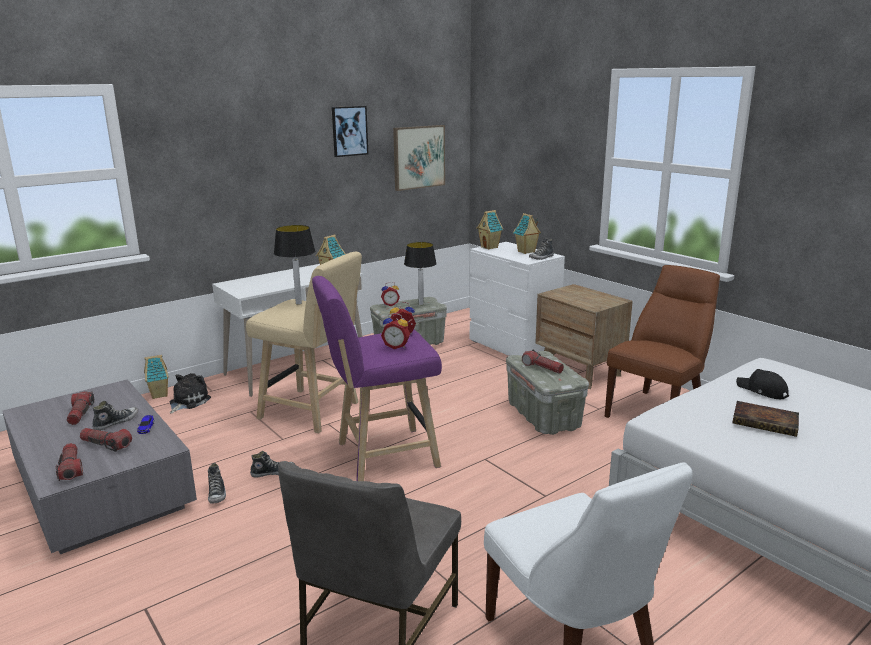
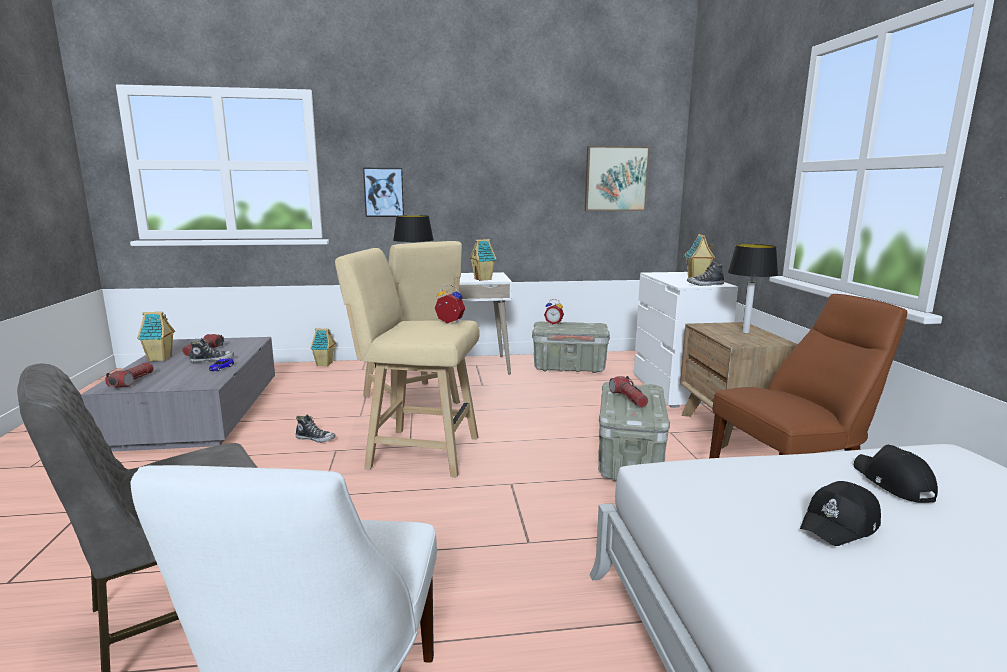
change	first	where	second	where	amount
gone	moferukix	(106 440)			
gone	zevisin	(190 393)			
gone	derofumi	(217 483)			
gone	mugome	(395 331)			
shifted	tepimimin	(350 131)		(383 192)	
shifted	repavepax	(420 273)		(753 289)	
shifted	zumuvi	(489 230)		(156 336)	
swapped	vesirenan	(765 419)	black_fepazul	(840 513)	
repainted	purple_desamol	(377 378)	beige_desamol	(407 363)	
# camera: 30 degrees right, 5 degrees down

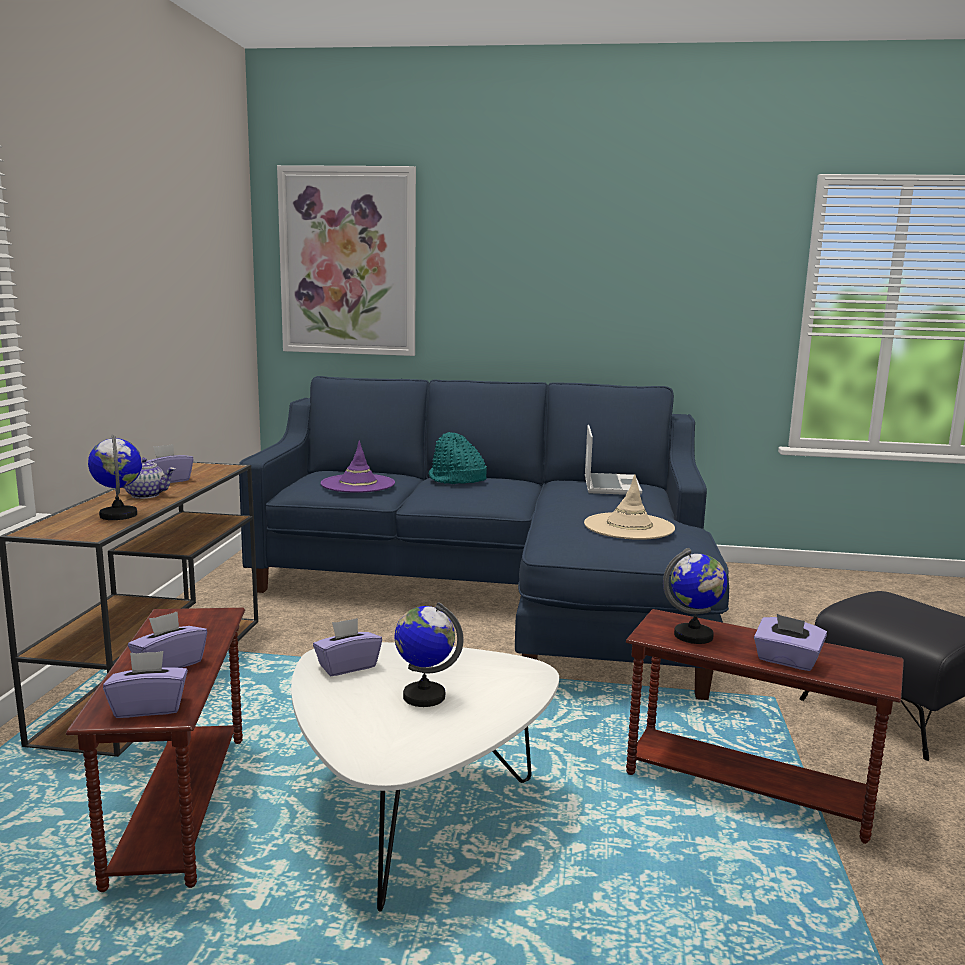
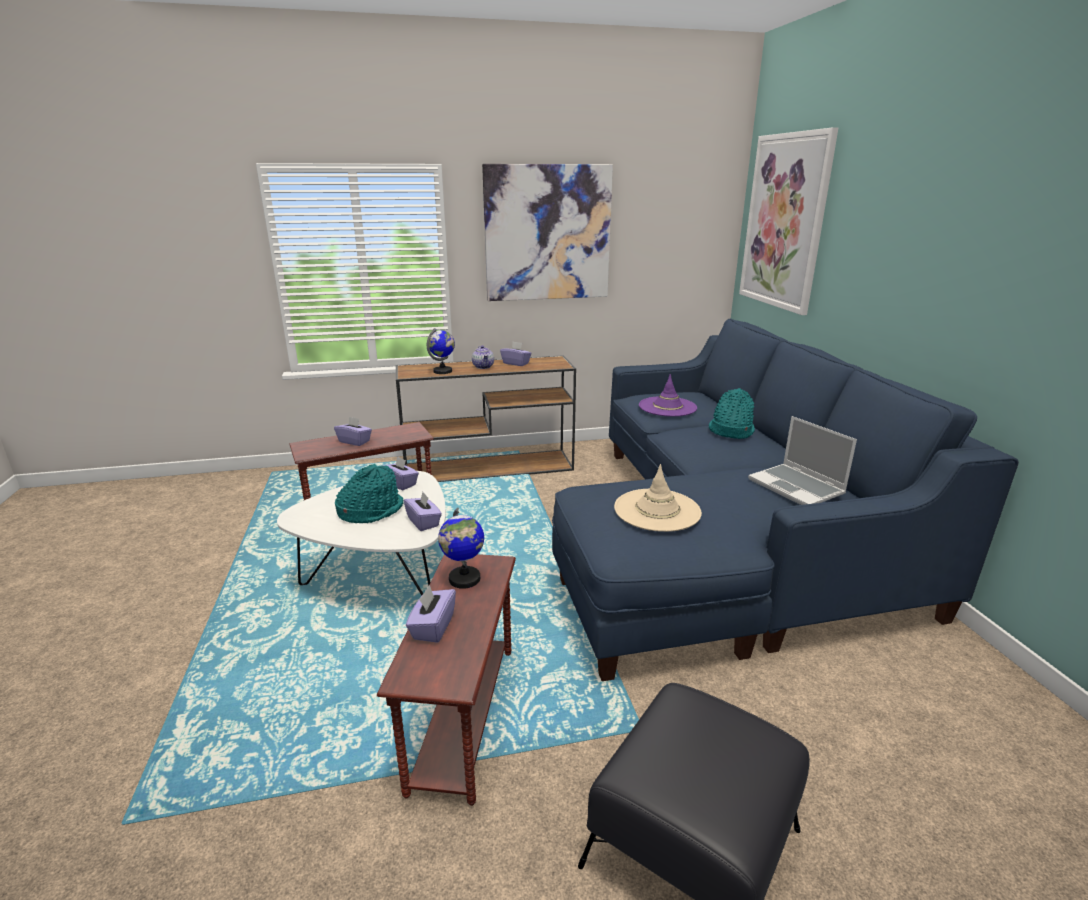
change	first	where	second	where	amount
new			tepimimin	(547 232)	
shifted	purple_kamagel	(145 684)		(423 511)	
swapped	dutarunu	(429 654)	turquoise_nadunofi	(369 493)	
rotated	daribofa	(613 460)		(802 460)	75 degrees clockwise
# camera: 70 degrees right, 10 degrees up

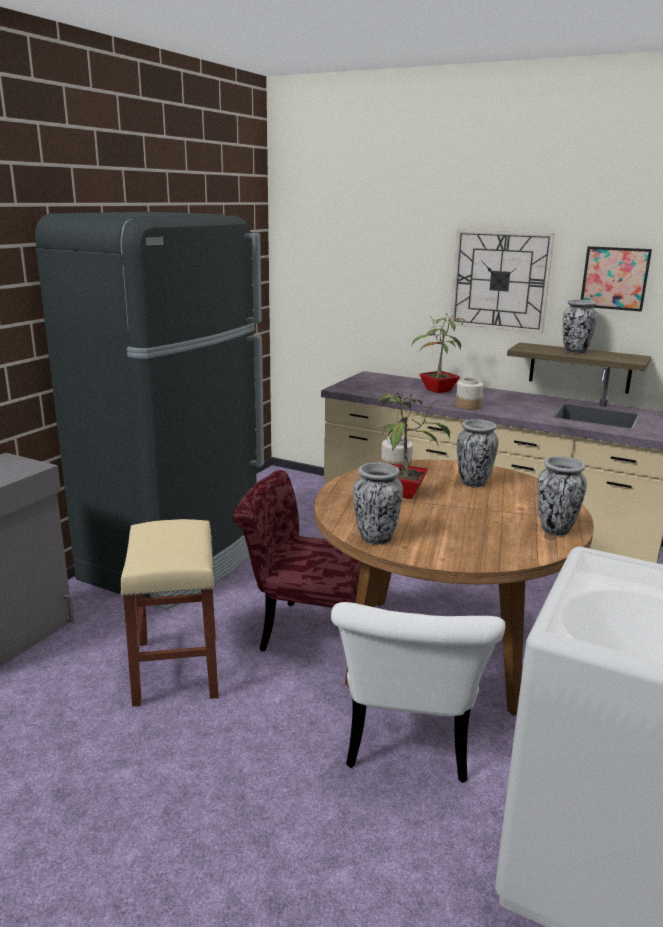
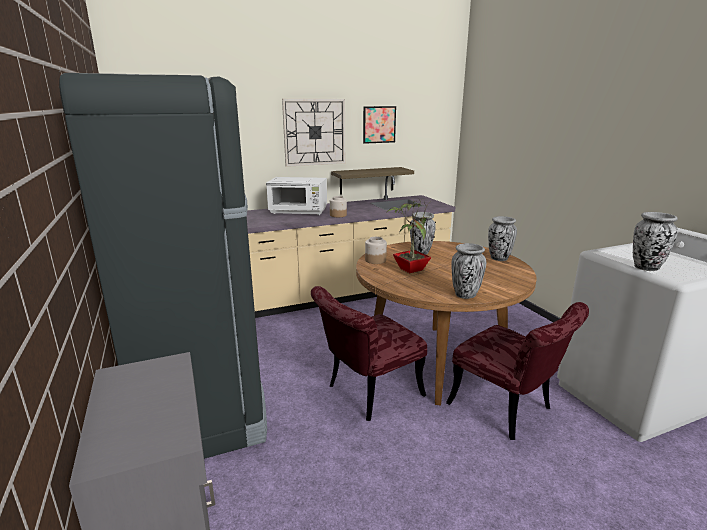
change	first	where	second	where	amount
gone	beige_desamol	(169 612)			
shifted	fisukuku	(580 327)		(655 241)	
swapped	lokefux	(438 352)	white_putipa	(296 196)	
repainted	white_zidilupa	(418 692)	red_zidilupa	(517 371)	
# camera: 50 degrees left, 0 degrees up

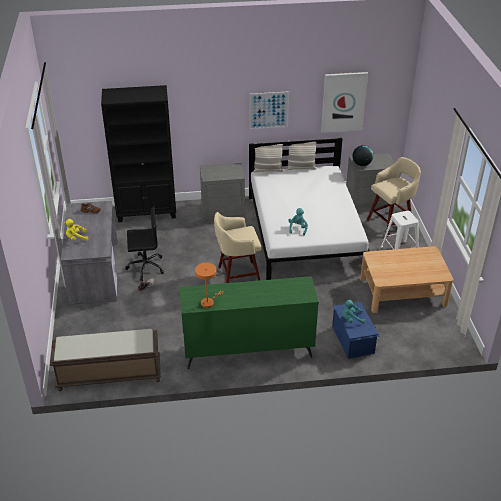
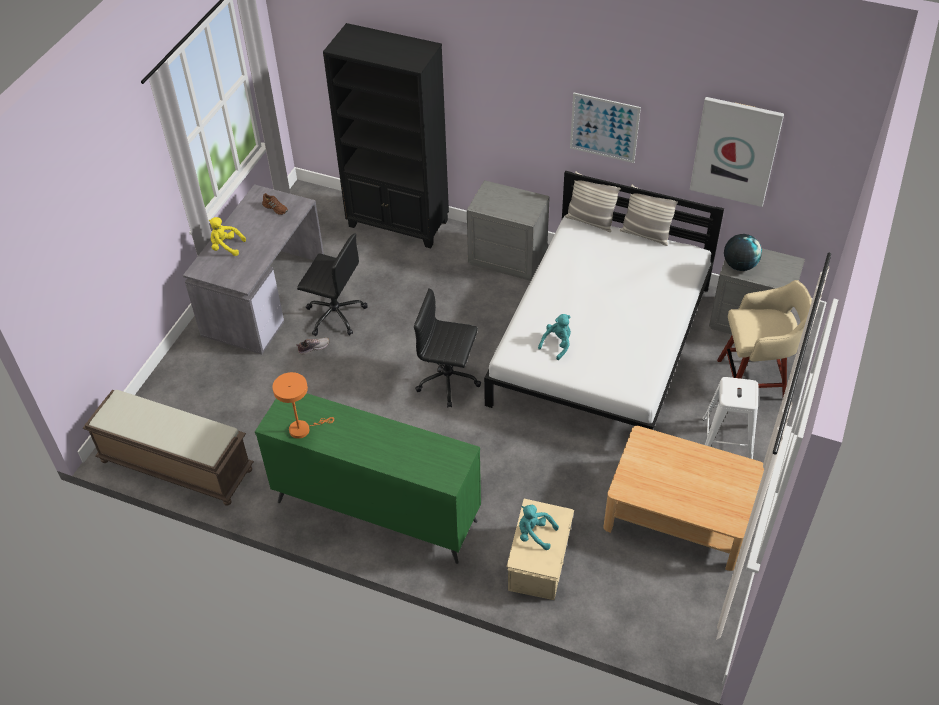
change	first	where	second	where	amount
swapped	beige_desamol	(237 247)	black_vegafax	(447 347)	
repainted	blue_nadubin	(356 330)	beige_nadubin	(540 549)	
# camera: 30 degrees right, 10 degrees up

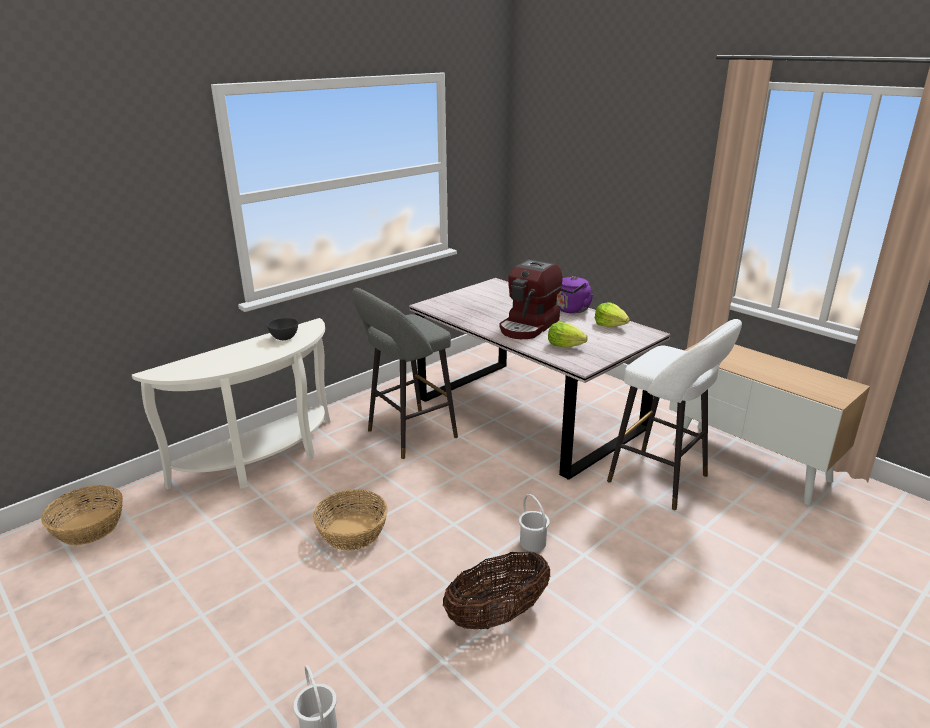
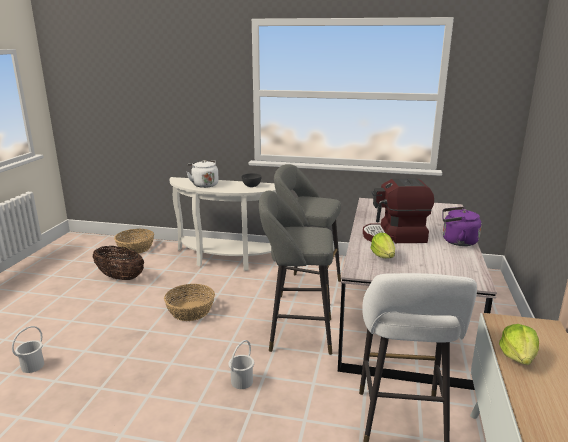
change	first	where	second	where	amount
new			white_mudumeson	(203 174)	
new			grey_desamol	(296 273)	
shifted	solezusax	(496 590)		(118 263)	
shifted	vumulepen	(612 314)		(519 344)	
# camera: 55 degrees right, 5 degrees down

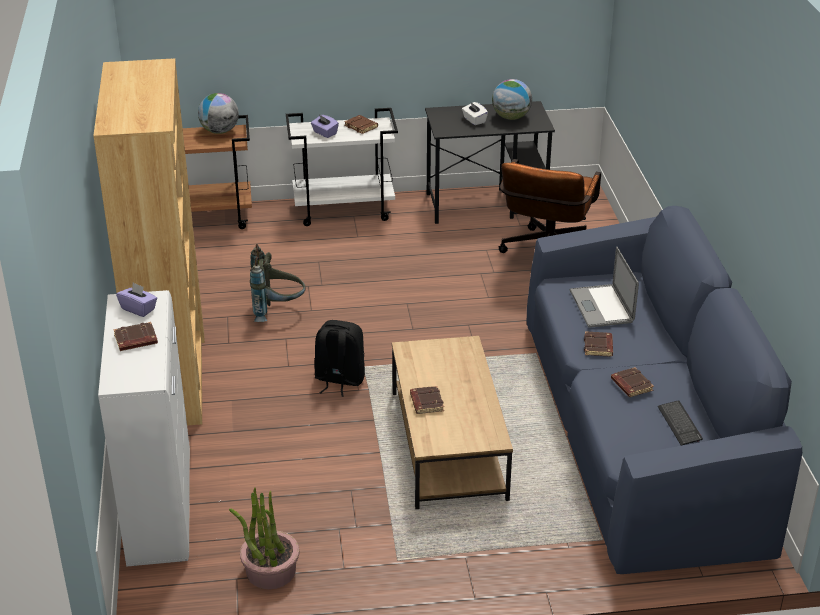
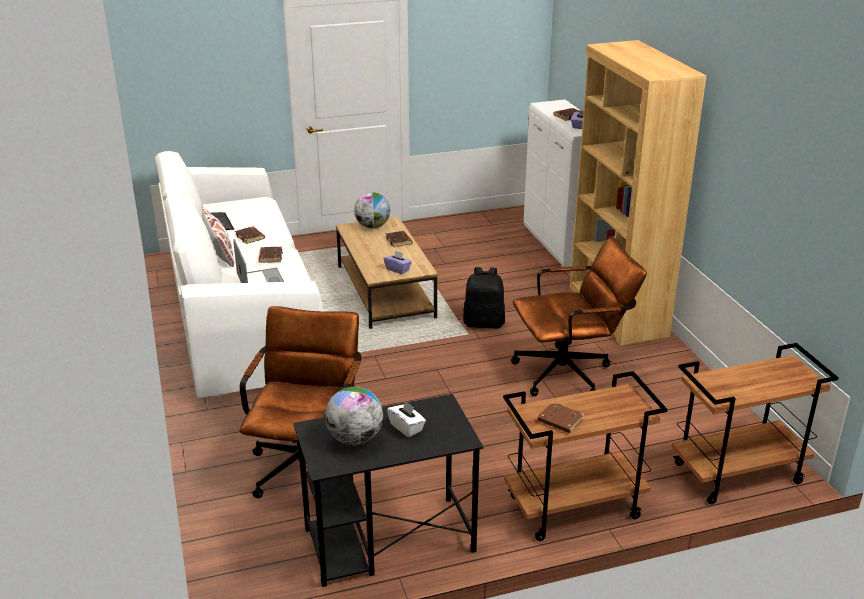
change	first	where	second	where	amount
gone	lokefux	(264 538)			
new			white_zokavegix	(218 237)	
shifted	dutarunu	(218 113)		(372 210)	
shifted	purple_kamagel	(325 126)		(398 262)	
swapped	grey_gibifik	(278 283)	brown_vegafax	(579 316)	
repainted	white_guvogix	(342 167)	brown_guvogix	(585 456)	
repainted	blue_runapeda	(664 390)	white_runapeda	(239 274)	
# camera: 170 degrees right, 5 degrees down

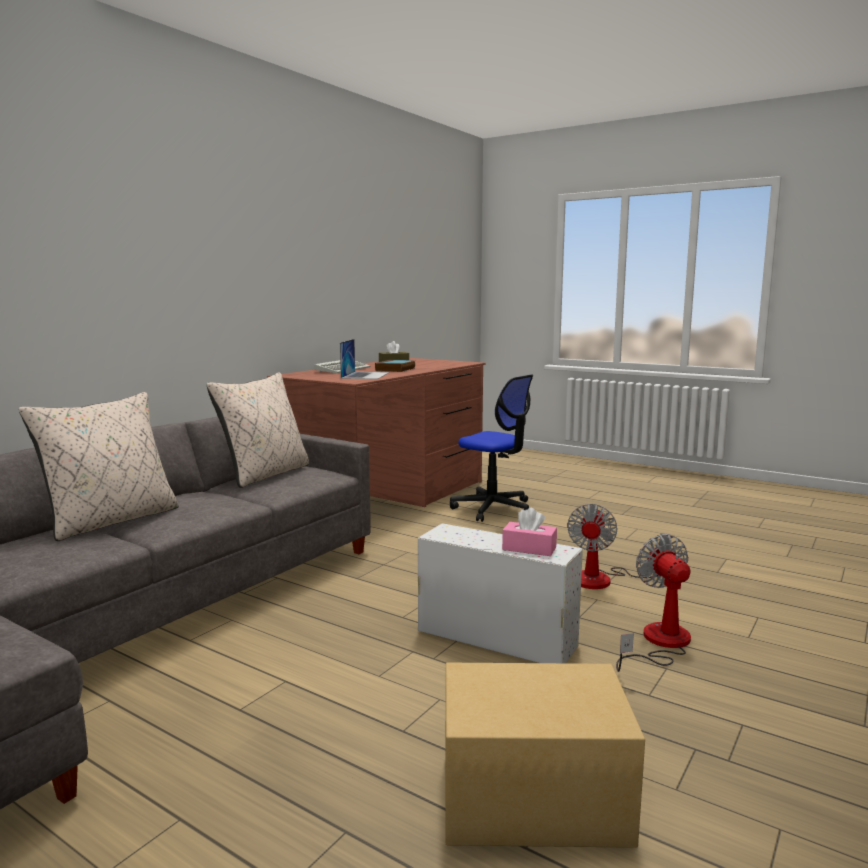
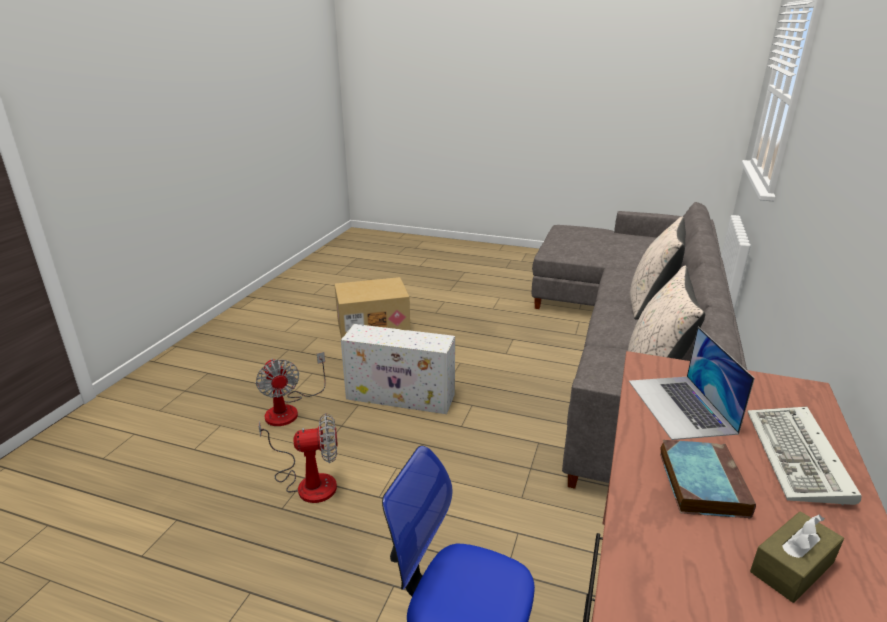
change	first	where	second	where	amount
gone	pink_kamagel	(529 532)			
rotated	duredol	(618 546)		(298 458)	75 degrees clockwise
# camera: 165 degrees right, 15 degrees up

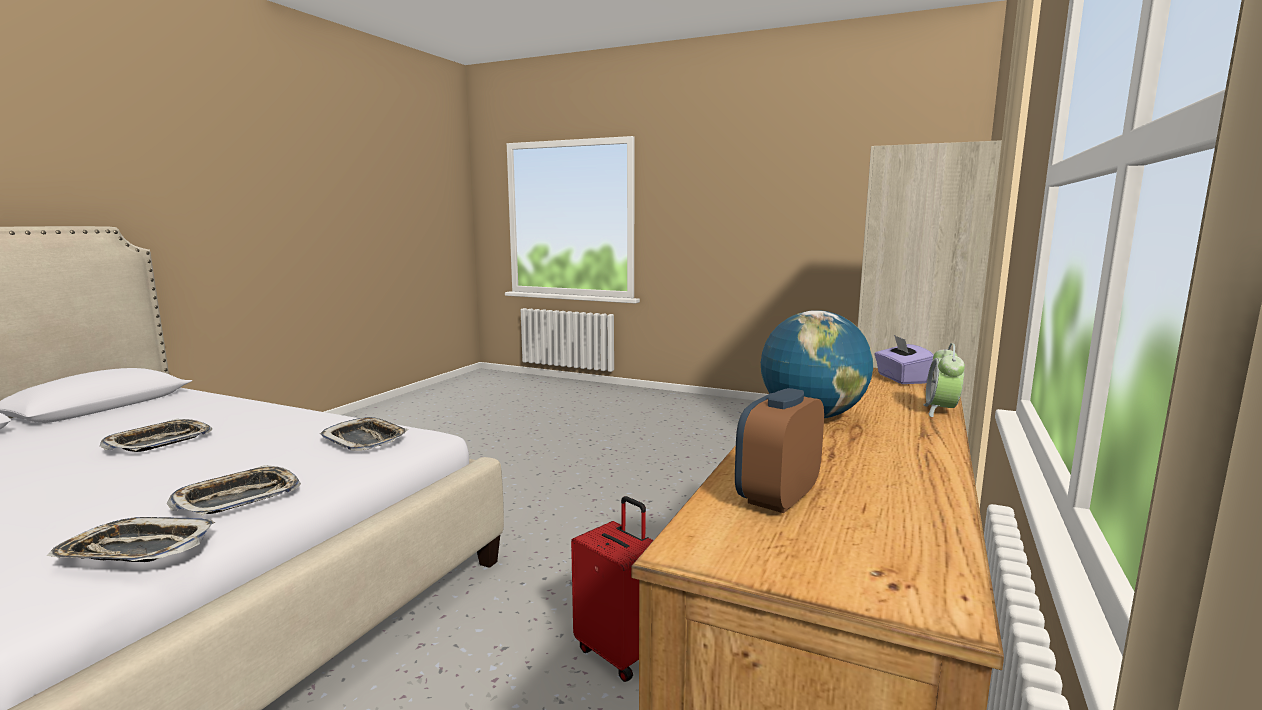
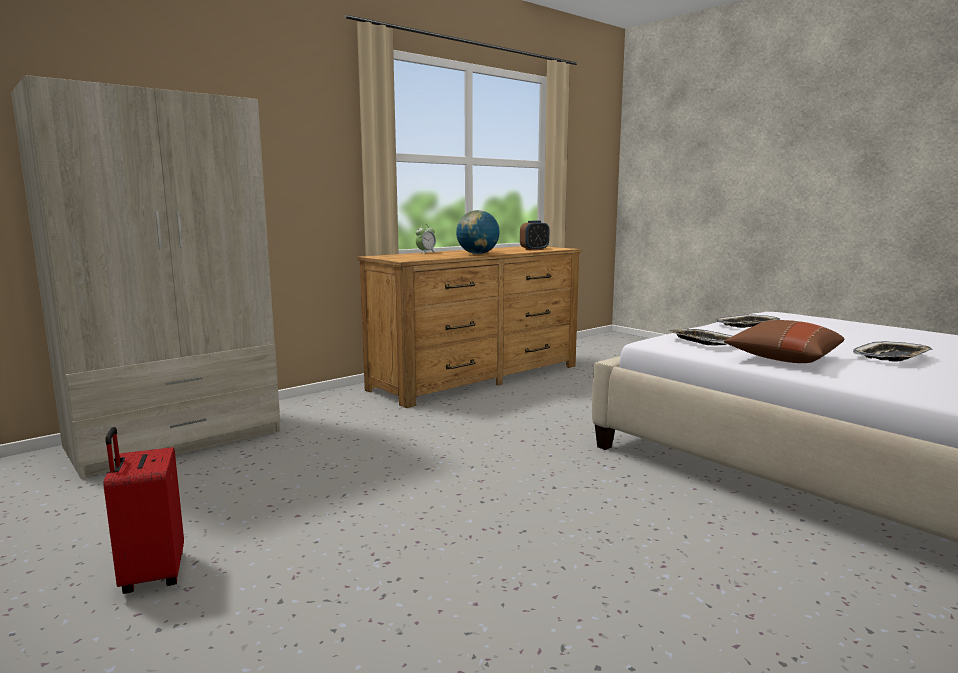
change	first	where	second	where	amount
gone	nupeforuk	(131 539)			
gone	purple_kamagel	(904 359)			
new			brown_zokavegix	(784 341)	
shifted	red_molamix	(612 589)		(143 510)	
# camera: 155 degrees left, 0 degrees up

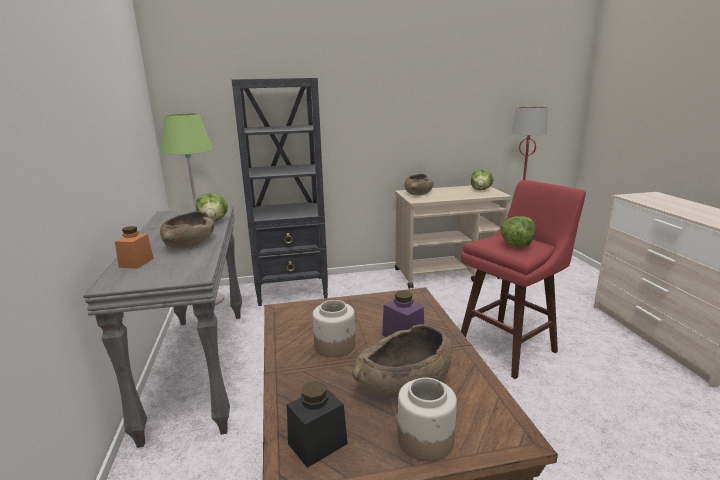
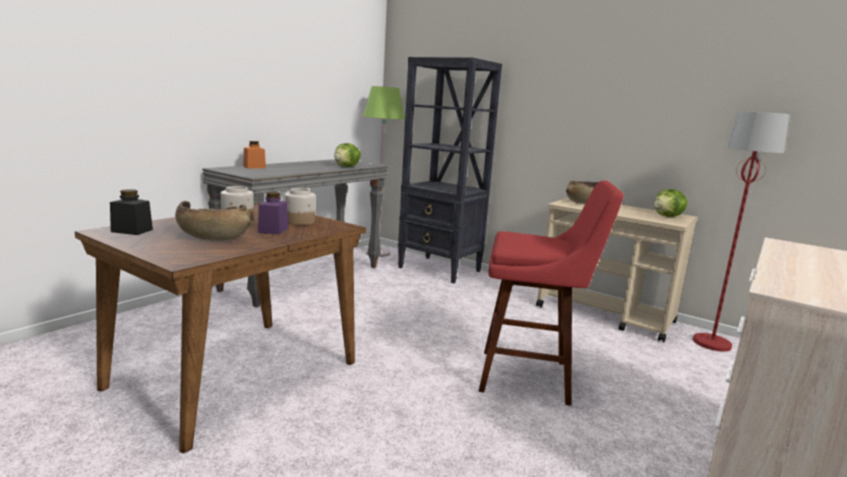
change	first	where	second	where	amount
gone	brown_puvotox	(187 230)			
gone	vumulepen	(518 231)			
shifted	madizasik	(427 419)		(300 206)	
# camera: 45 degrees right, 5 degrees down

